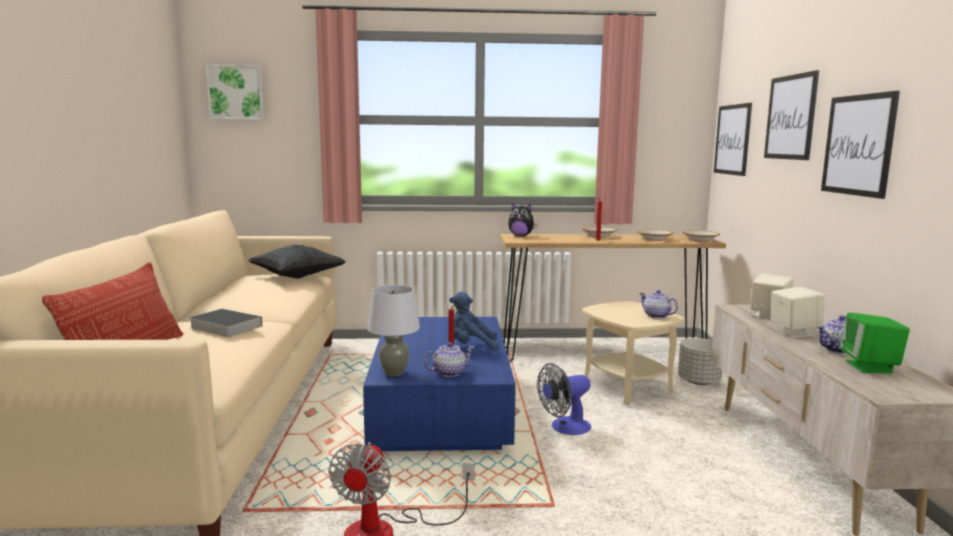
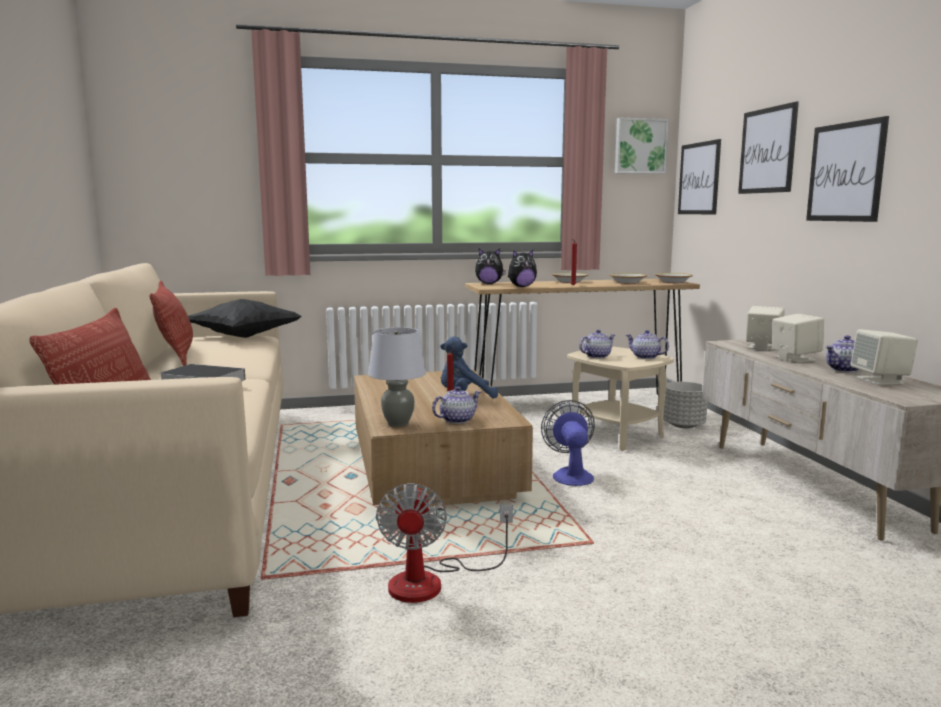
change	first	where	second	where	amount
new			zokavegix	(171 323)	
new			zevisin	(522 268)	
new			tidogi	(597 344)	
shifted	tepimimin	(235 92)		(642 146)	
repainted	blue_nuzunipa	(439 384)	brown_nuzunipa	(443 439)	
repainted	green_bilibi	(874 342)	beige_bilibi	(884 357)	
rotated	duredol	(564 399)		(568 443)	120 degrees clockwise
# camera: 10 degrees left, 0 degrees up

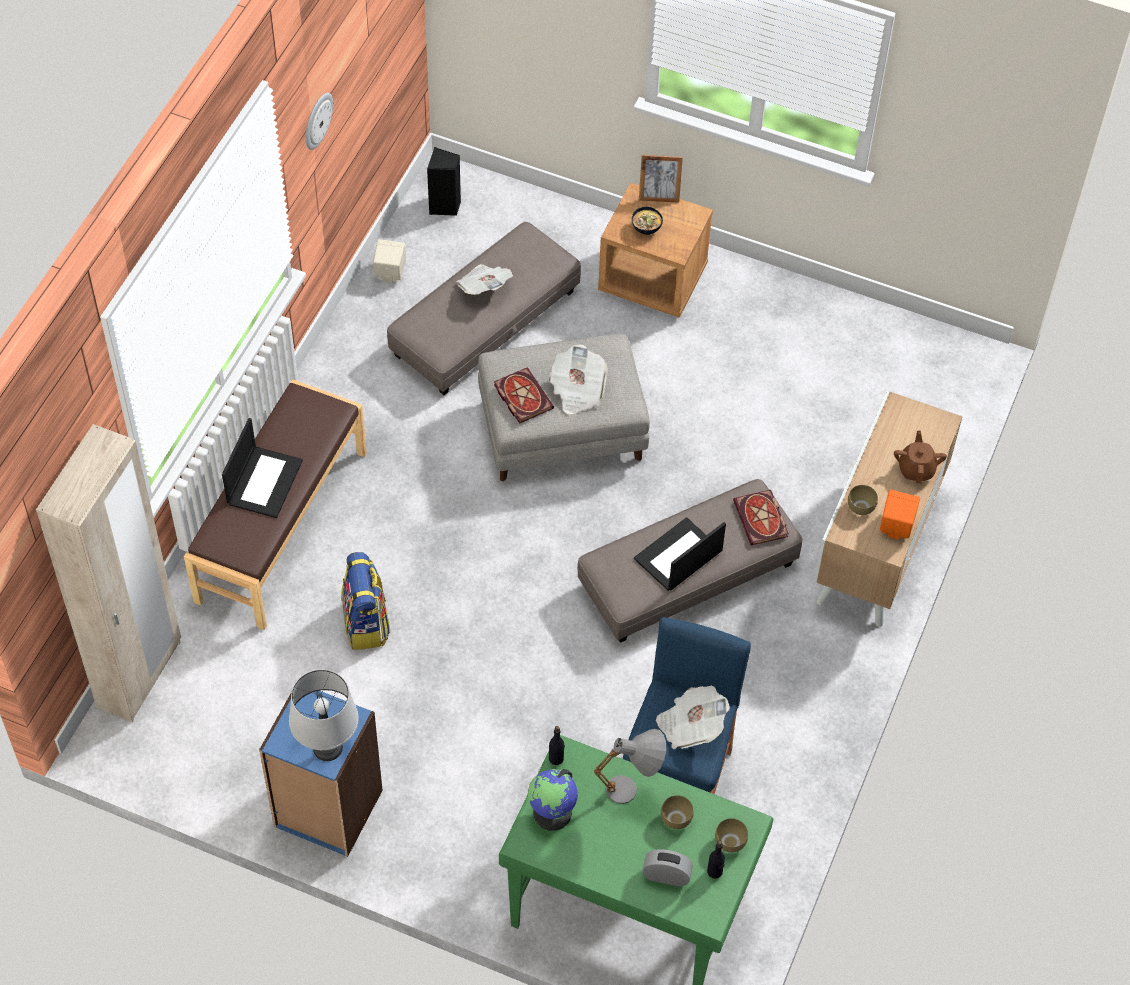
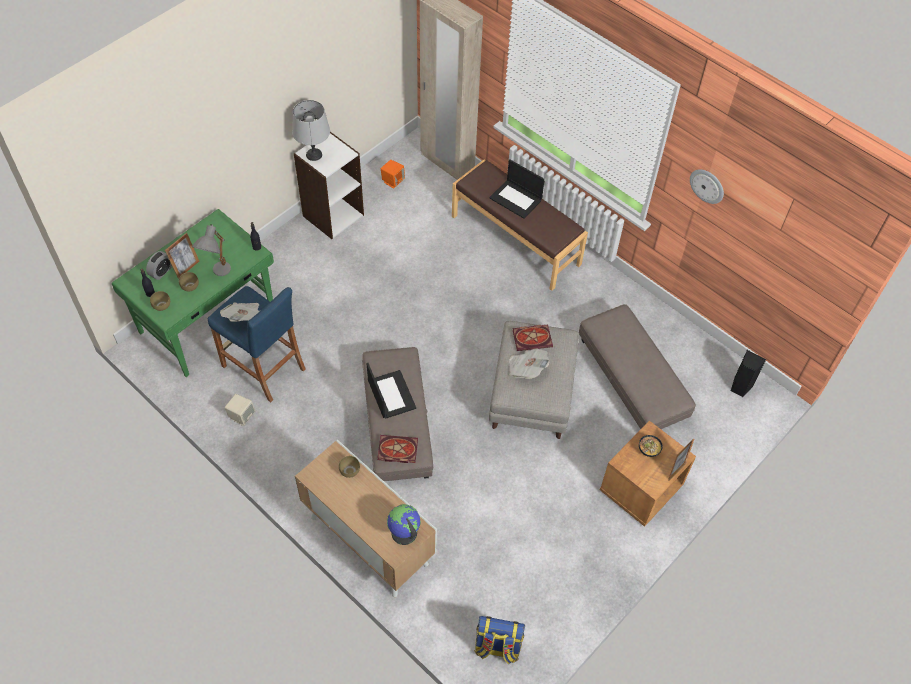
change	first	where	second	where	amount
gone	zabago	(484 279)			
gone	brown_tidogi	(920 457)			
new			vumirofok	(182 256)	
shifted	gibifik	(365 601)		(499 640)	
shifted	beige_bilibi	(389 261)		(240 410)	
shifted	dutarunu	(553 800)		(404 524)	
shifted	orange_bilibi	(900 514)		(393 174)	
repainted	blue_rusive	(321 774)	white_rusive	(329 185)	
# camera: 110 degrees right, 0 degrees up

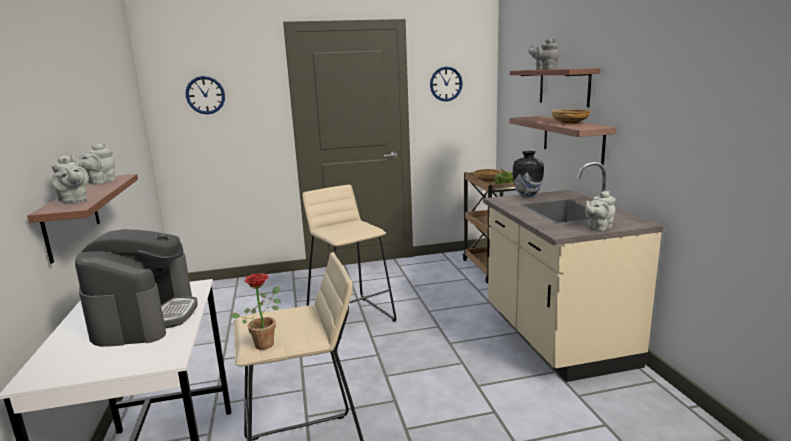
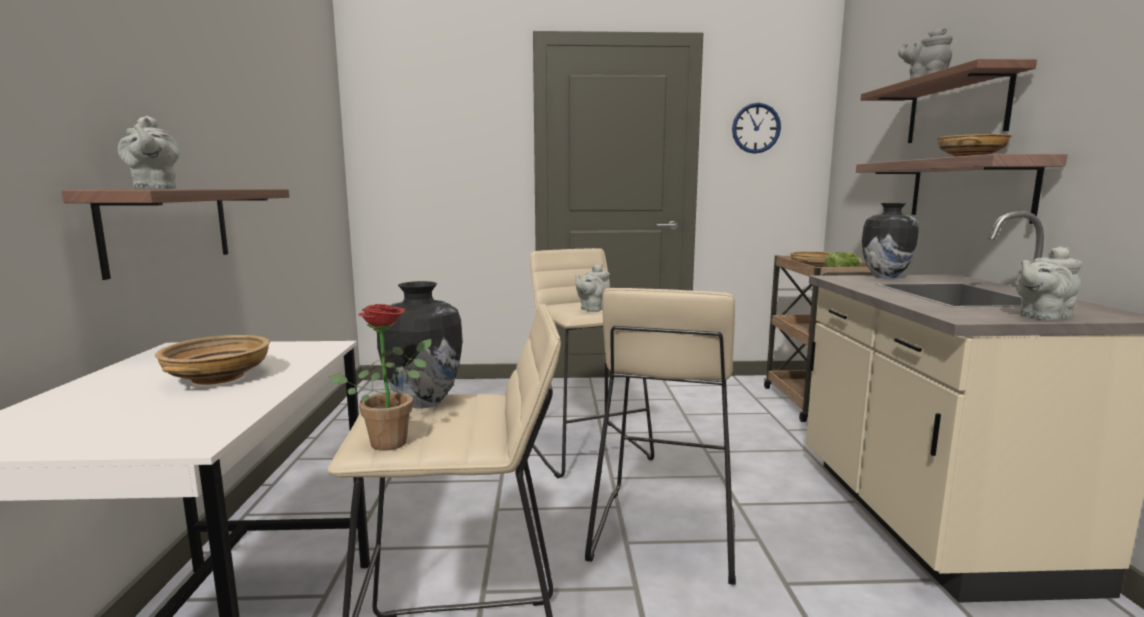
change	first	where	second	where	amount
gone	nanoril	(205 95)			
new			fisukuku	(420 344)	
new			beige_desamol	(660 436)	
shifted	grey_tidogi	(93 164)		(592 288)	
swapped	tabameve	(136 288)	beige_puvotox	(212 360)	
# camera: 10 degrees right, 5 degrees down

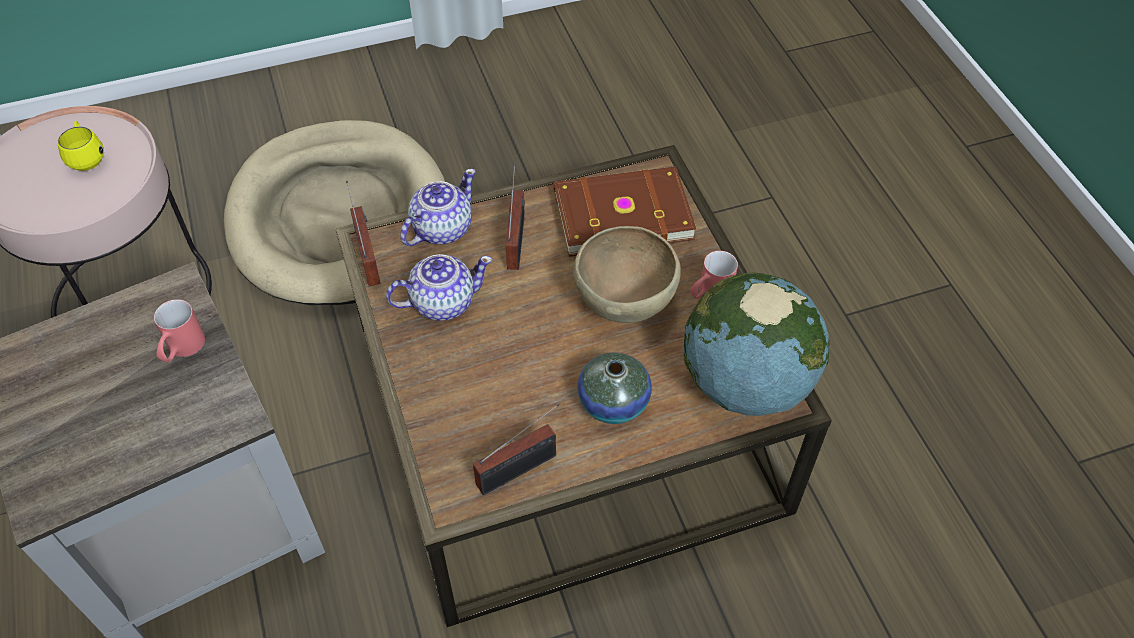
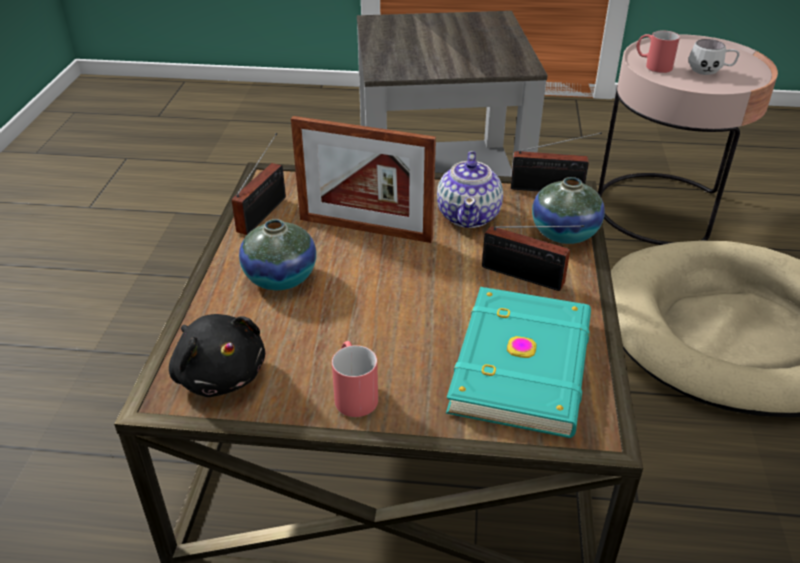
change	first	where	second	where	amount
gone	brown_puvotox	(627 274)			
new			vumirofok	(363 179)	
shifted	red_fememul	(179 330)		(658 51)	
swapped	tidogi	(438 207)	fisukuku	(568 210)	
swapped	dutarunu	(756 344)	black_zevisin	(217 355)	
repainted	yellow_fememul	(80 146)	white_fememul	(713 57)	
repainted	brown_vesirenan	(624 211)	turquoise_vesirenan	(518 362)	
rotated	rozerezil	(516 449)		(259 184)	150 degrees counterclockwise
# camera: 115 degrees right, 15 degrees down

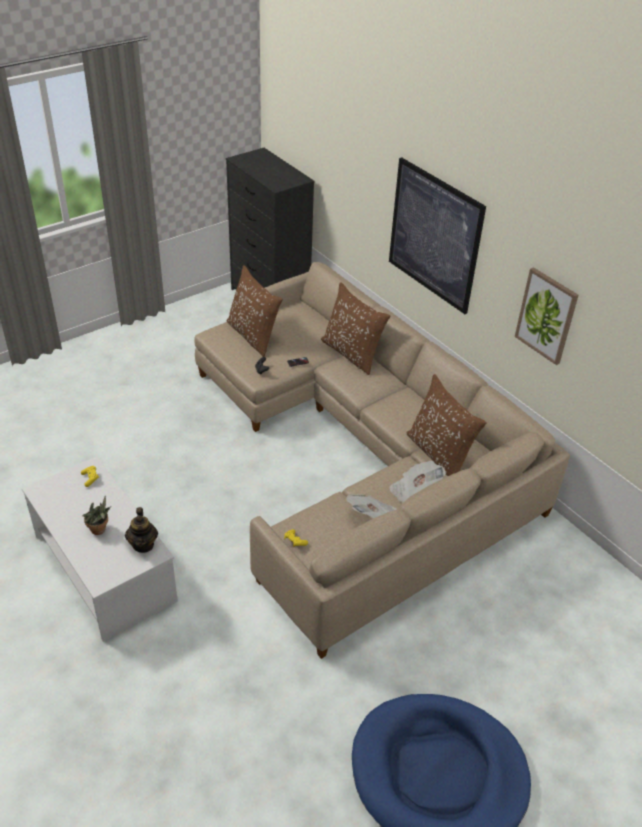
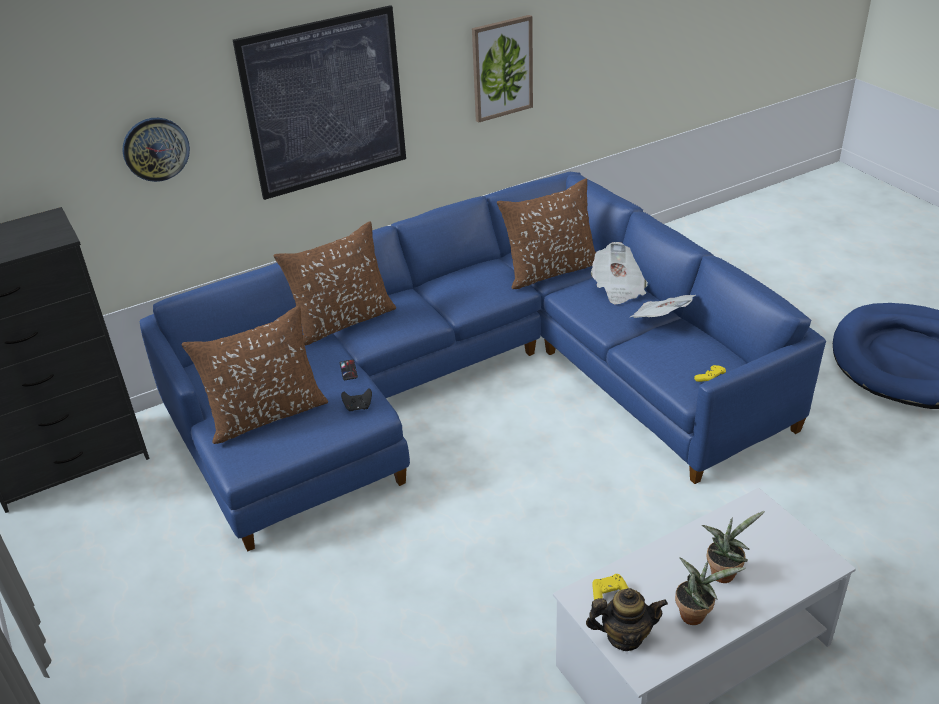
change	first	where	second	where	amount
new			nanoril	(156 150)	
new			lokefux	(710 591)	
shifted	tidogi	(141 530)		(627 619)	
repainted	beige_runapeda	(382 460)	blue_runapeda	(483 361)	
# camera: 80 degrees left, 5 degrees down

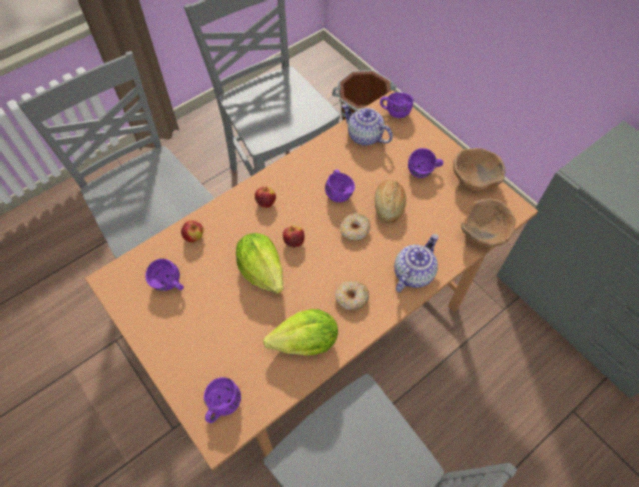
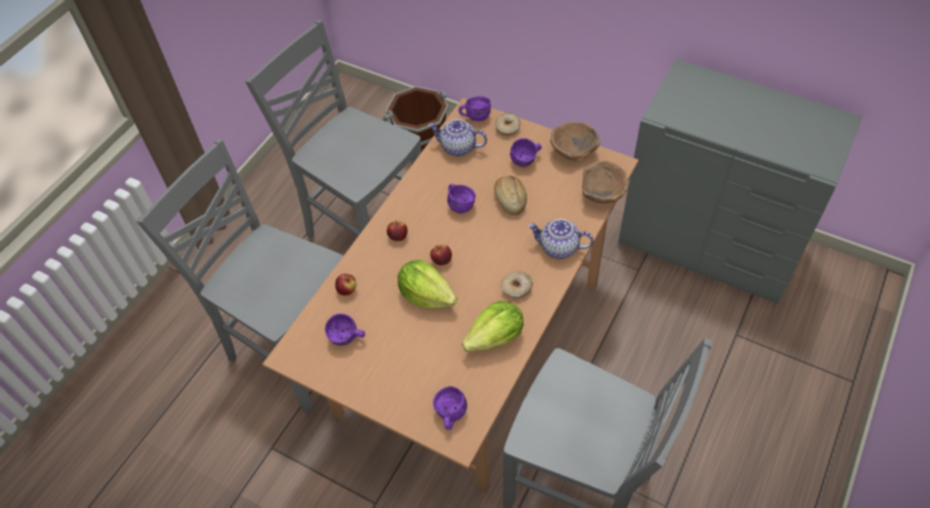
change	first	where	second	where	amount
shifted	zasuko	(355 227)		(508 124)	
rotated	tidogi	(416 263)		(561 239)	90 degrees counterclockwise
# camera: 20 degrees left, 5 degrees down

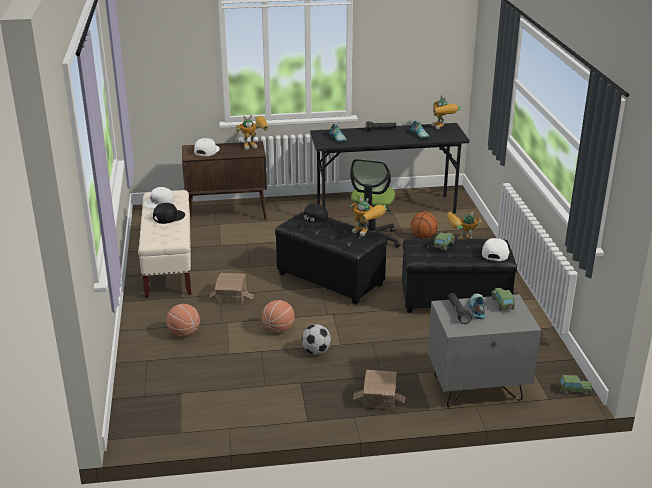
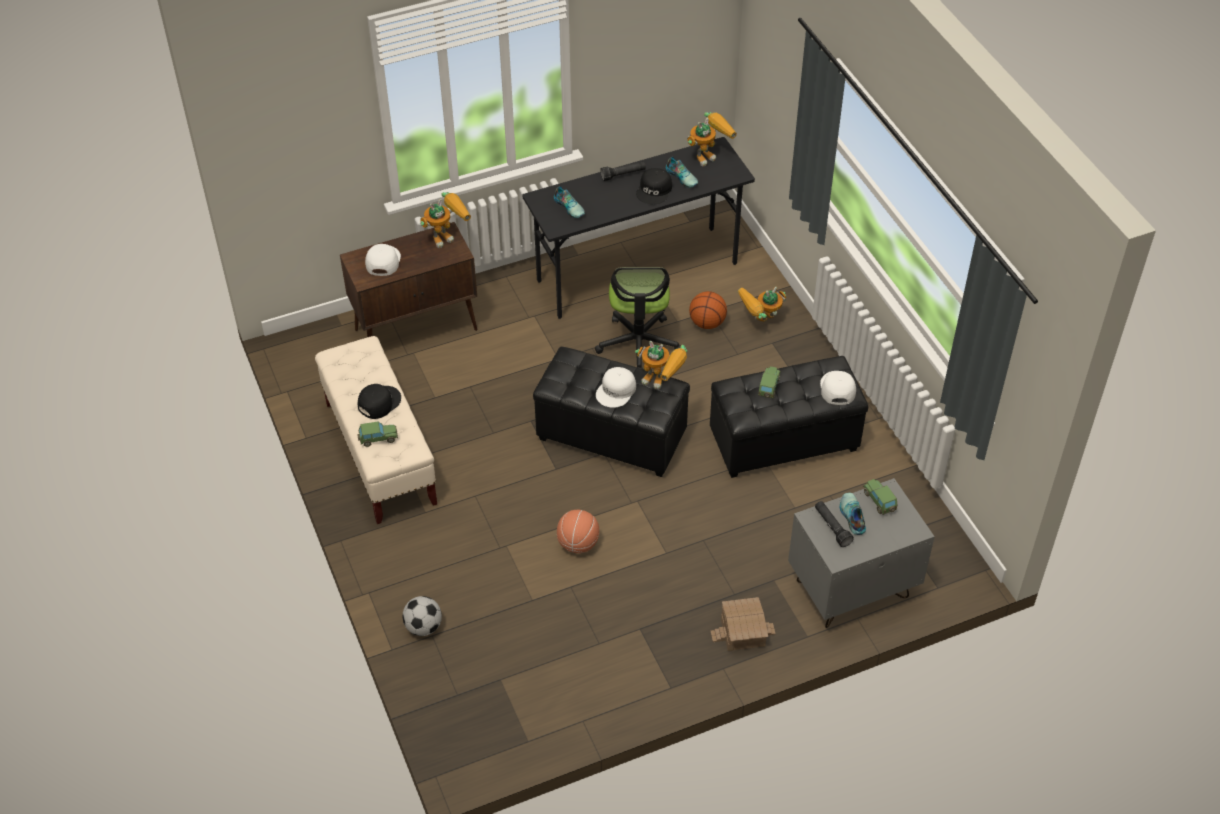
change	first	where	second	where	amount
gone	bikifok	(183 320)			
gone	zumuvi	(231 288)			
shifted	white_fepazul	(159 198)		(616 387)	
shifted	black_fepazul	(313 215)		(654 186)	
shifted	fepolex	(316 339)		(422 616)	
shifted	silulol	(575 385)		(377 434)	
rotated	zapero	(446 112)		(712 139)	90 degrees counterclockwise
# camera: 15 degrees left, 20 degrees up

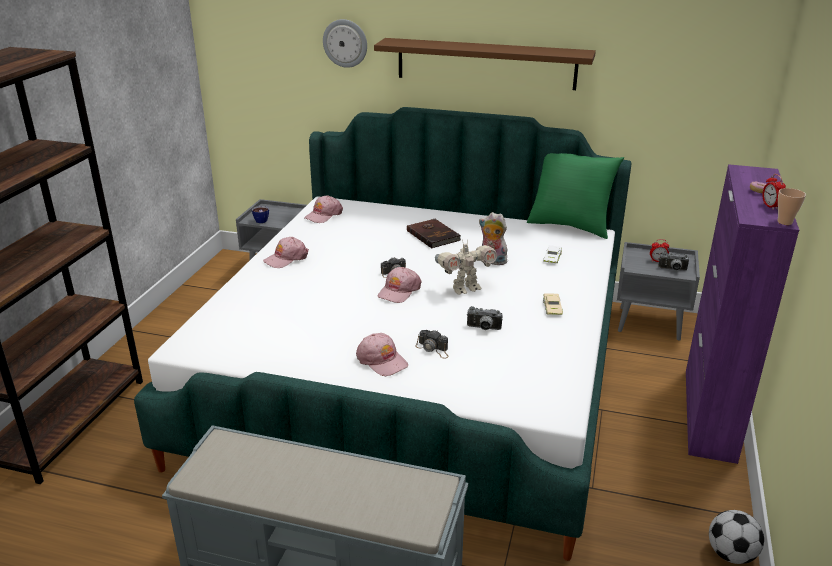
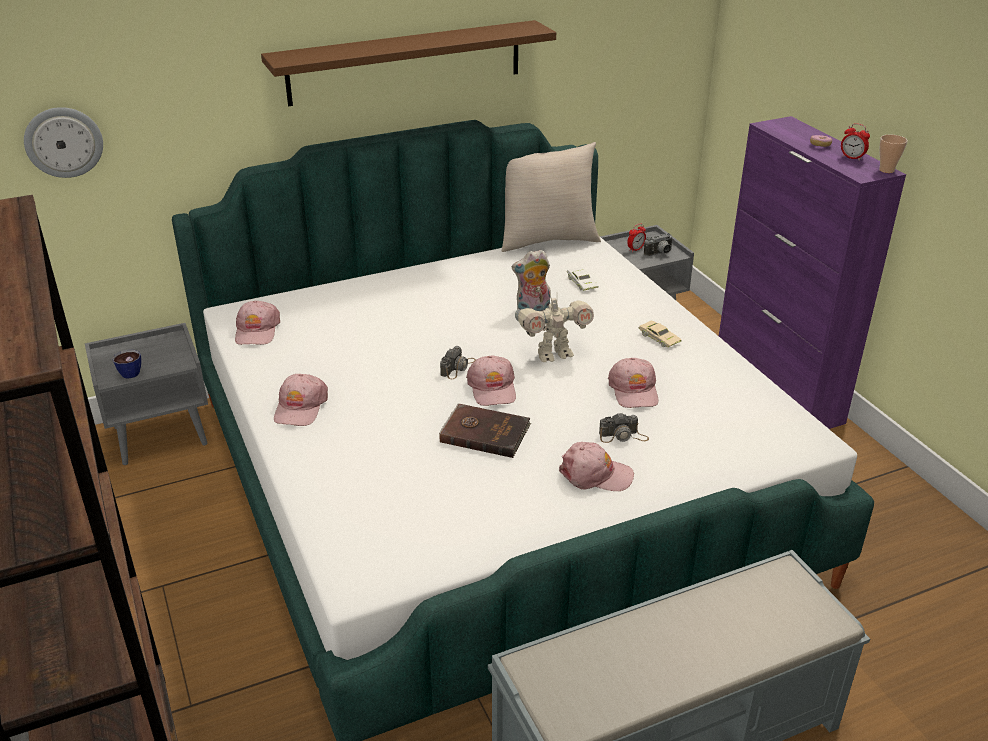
change	first	where	second	where	amount
gone	fepolex	(736 537)			
shifted	nanoril	(345 43)		(63 142)	
shifted	brown_vesirenan	(433 233)		(485 431)	
swapped	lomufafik	(485 318)	pink_fepazul	(633 383)	
repainted	green_zokavegix	(575 196)	beige_zokavegix	(551 197)	
rotated	zapero	(466 266)		(554 328)	45 degrees clockwise
# camera: 40 degrees left, 5 degrees up

